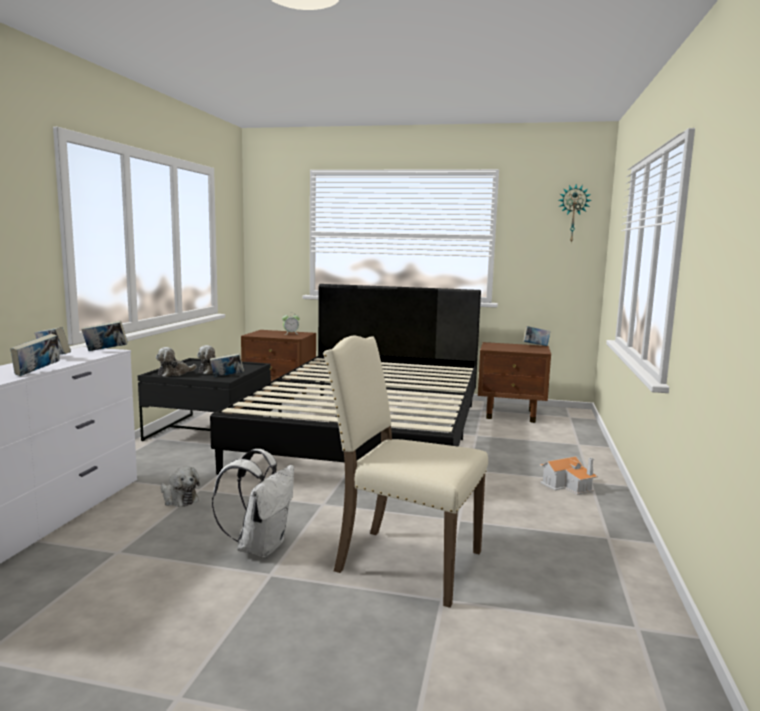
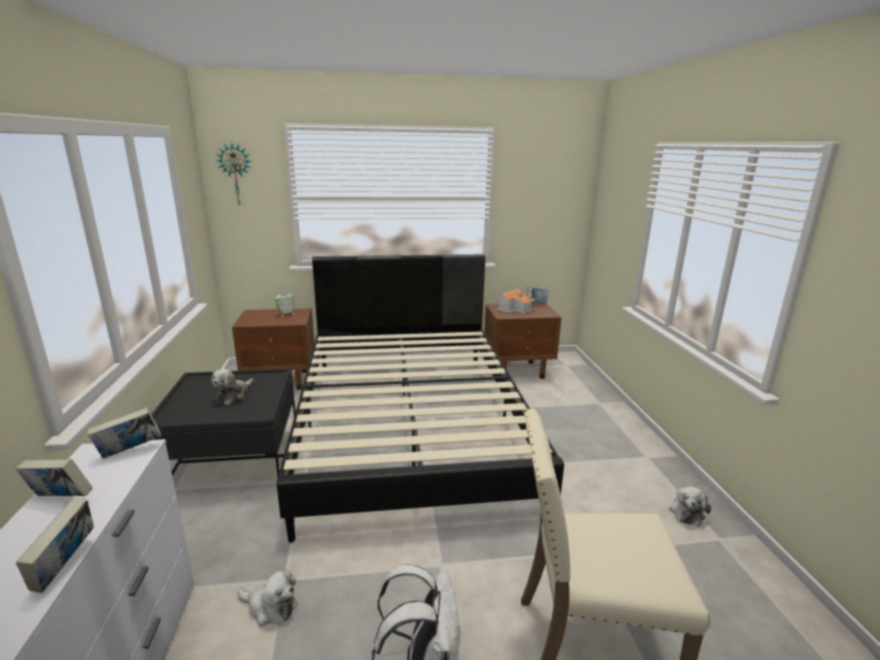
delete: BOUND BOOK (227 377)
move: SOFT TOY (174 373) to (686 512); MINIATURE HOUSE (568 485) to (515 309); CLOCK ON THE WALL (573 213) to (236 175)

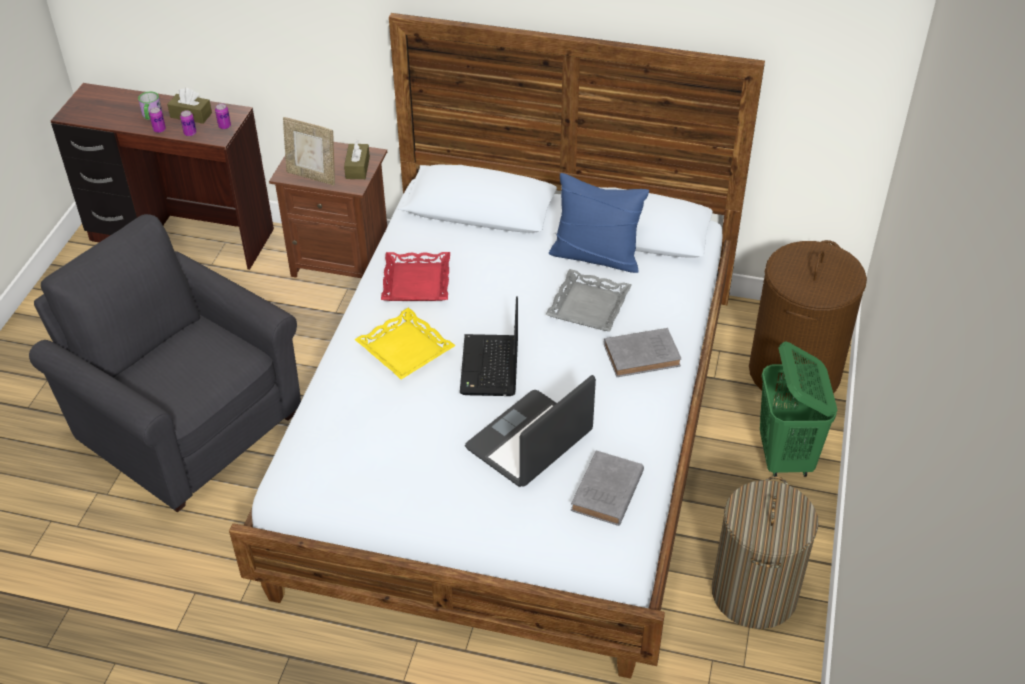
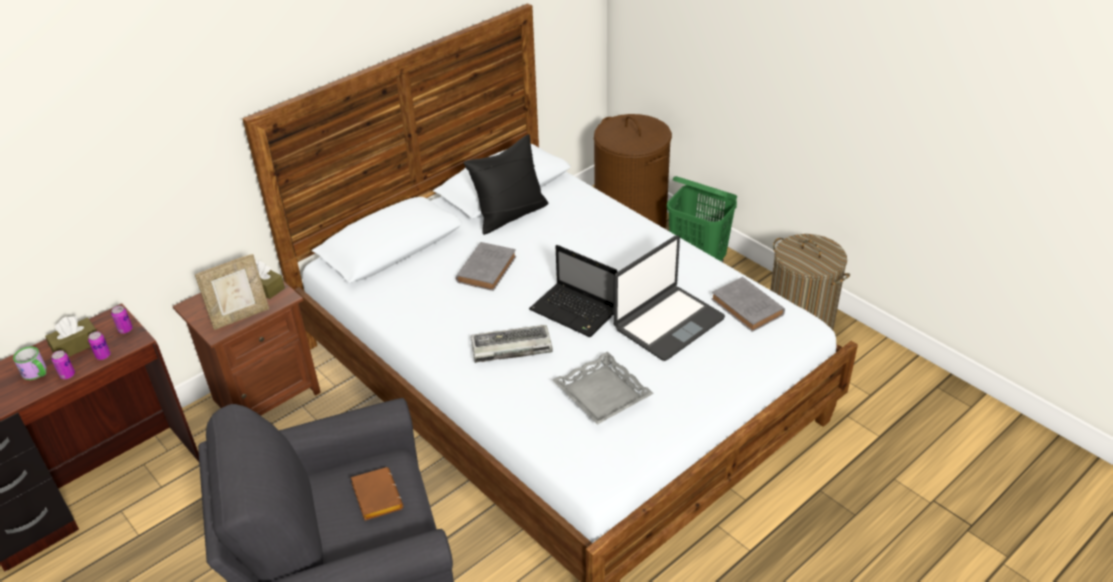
delete: REDDISH SERVING TRAY (417 282)
insert: BROWN-COLOURED BOUND BOOK (375 496)
move: GREYISH SERVING TRAY (588 306) to (601 394); GREYISH BOUND BOOK (643 355) to (487 268)
replace: YELLOW-COLOURED SERVING TRAY (404 349) to KEYBOARD (510 348)
recolor: BLUE-COLOURED PILLOW (596 256) to BLACK-COLOURED PILLOW (510 215)
rotate: LAPTOP (530 441) = (668 323) 120 degrees counterclockwise

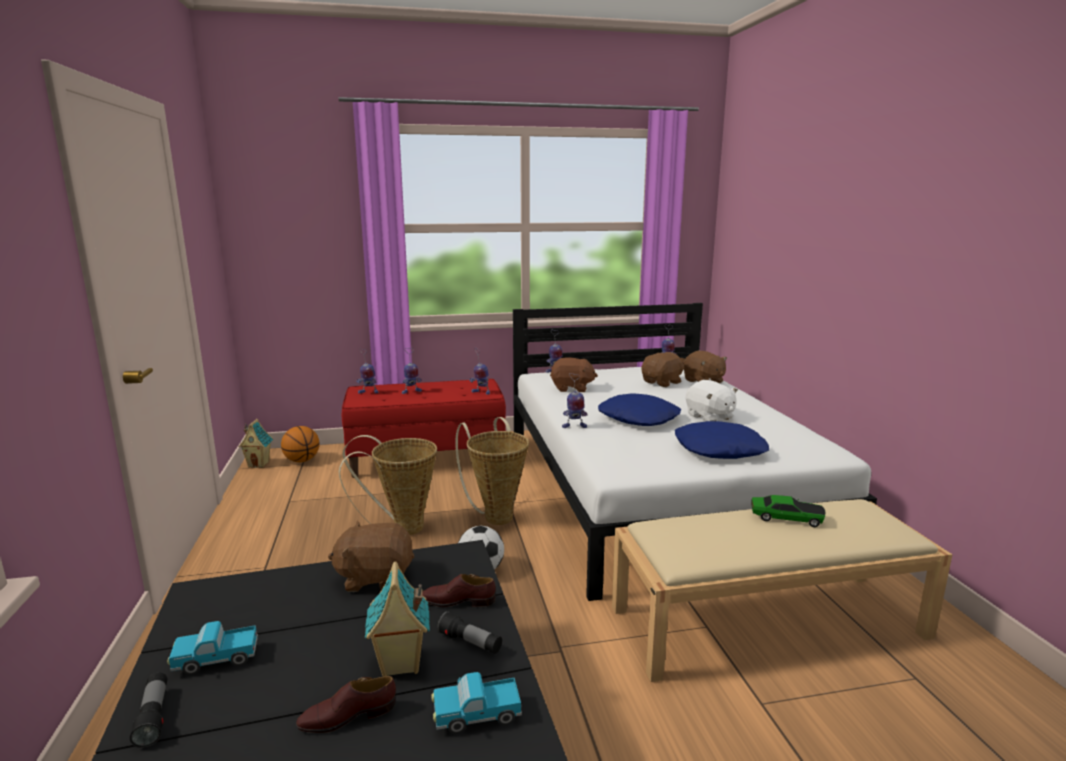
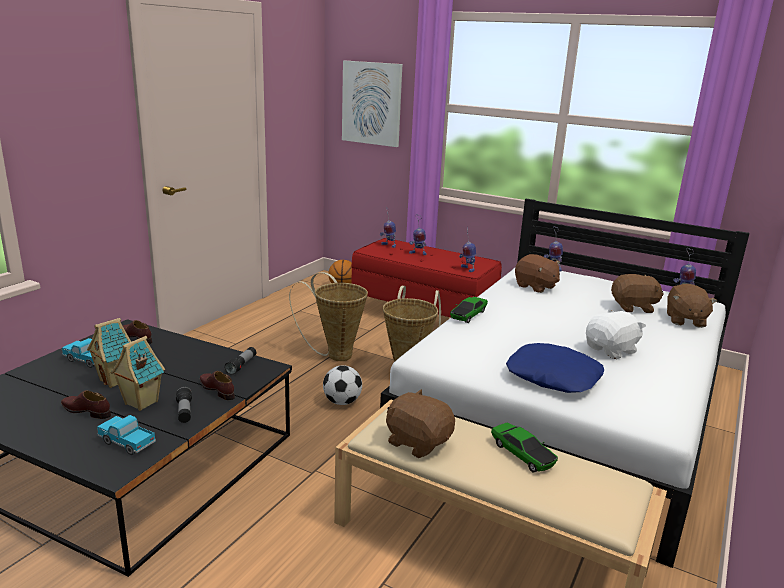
delete: BLUE-COLOURED PILLOW (639 418)
insert: BROWN-COLOURED LOW SHOE (136 337); WALL ART (372 103)
move: FLASHLIGHT (153 717) to (241 365); MINIATURE HOUSE (259 464) to (116 380); BROWN-COLOURED SOFT TOY (375 577) to (418 442)
replace: MODEL ROBOT (574 426) to MINIATURE CAR (468 315)
rotate: WHITE-COLOURED SOFT TOY (709 417) = (611 350) 135 degrees counterclockwise

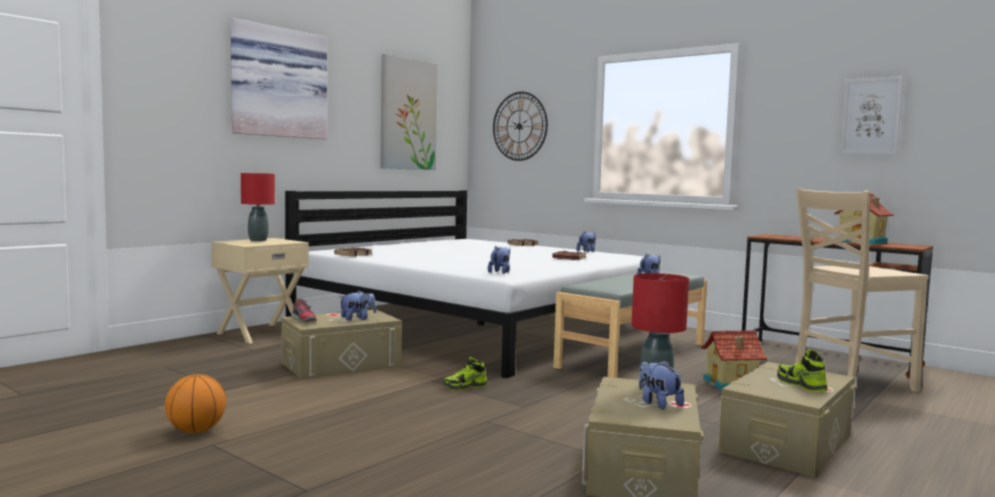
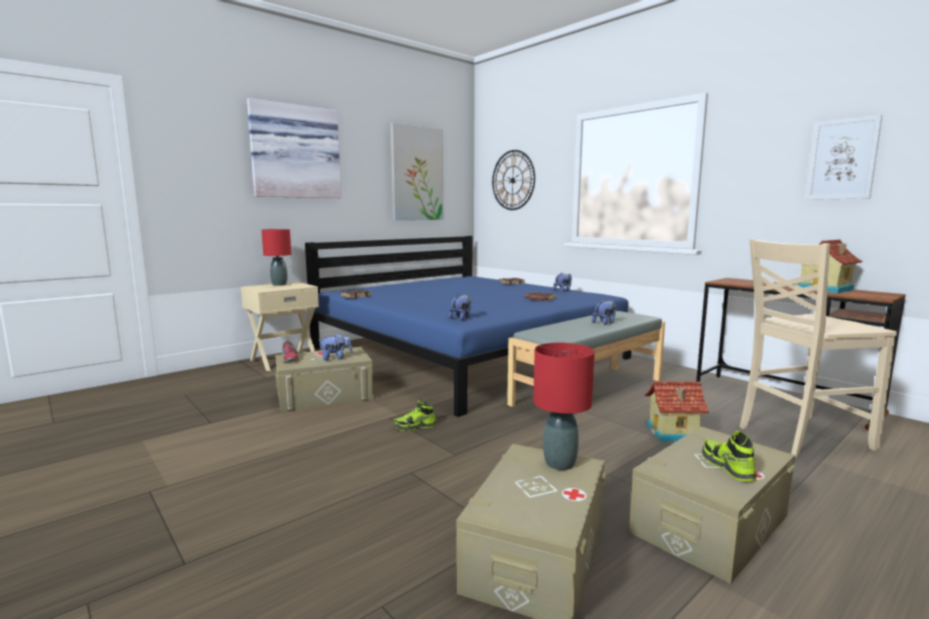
delete: BASKETBALL (196 430); SOFT TOY (658 403)
recolor: WHITE-COLOURED BED (478 324) to BLUE-COLOURED BED (466 353)

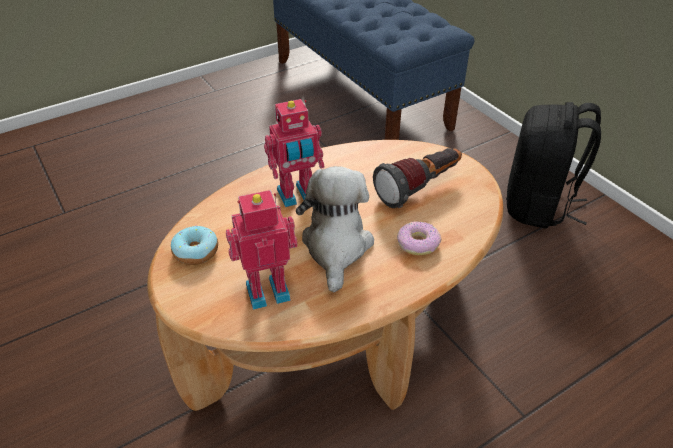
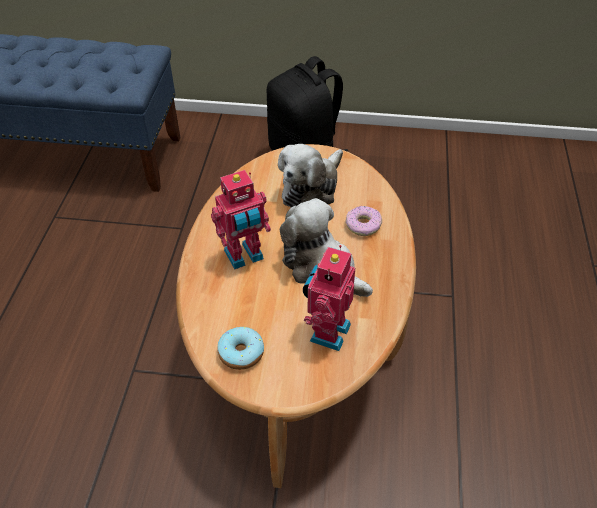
replace: FLASHLIGHT (420 188) to SOFT TOY (311 189)
rotate: MODEL ROBOT (297 196) = (244 256) 45 degrees clockwise

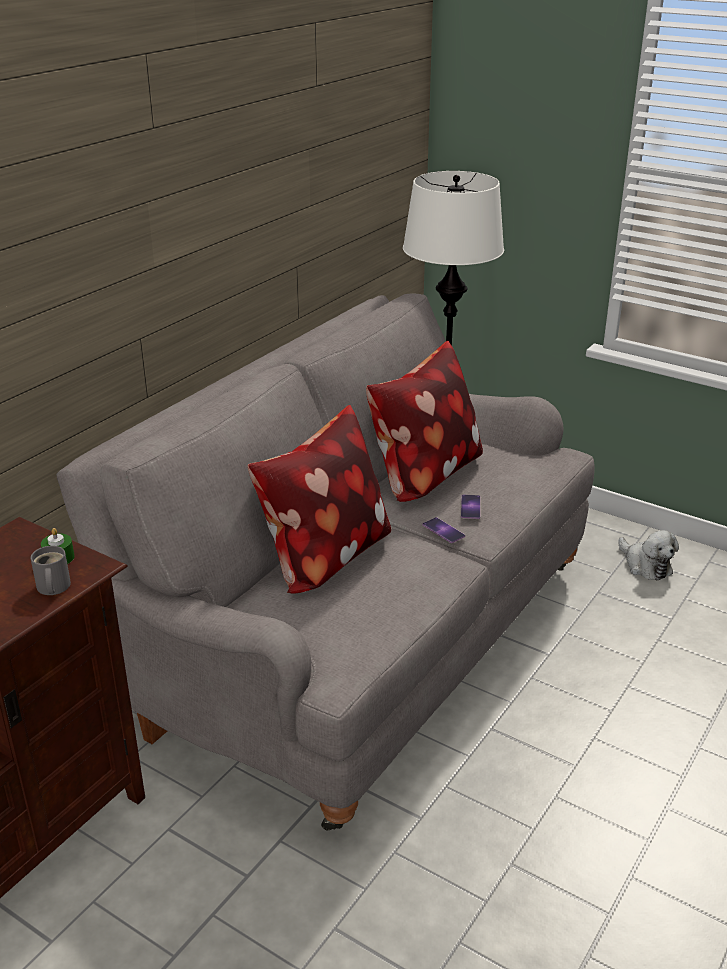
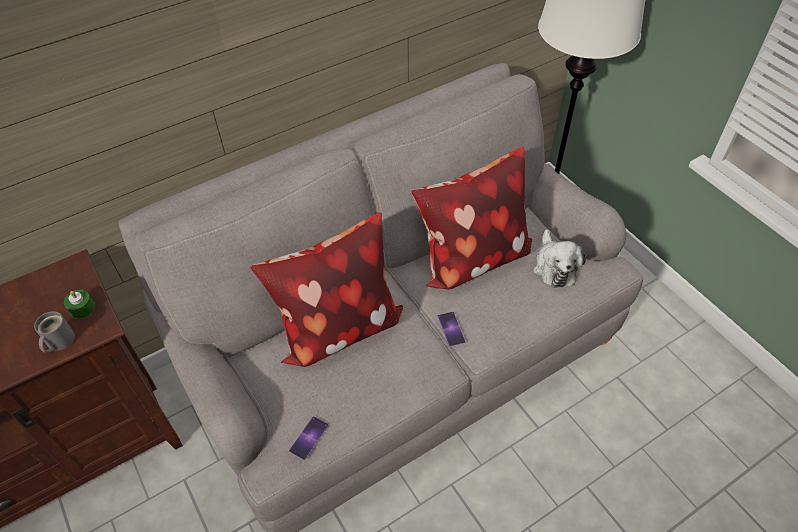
move: TELEPHONE (470 507) to (309 438); SOFT TOY (645 565) to (554 266)

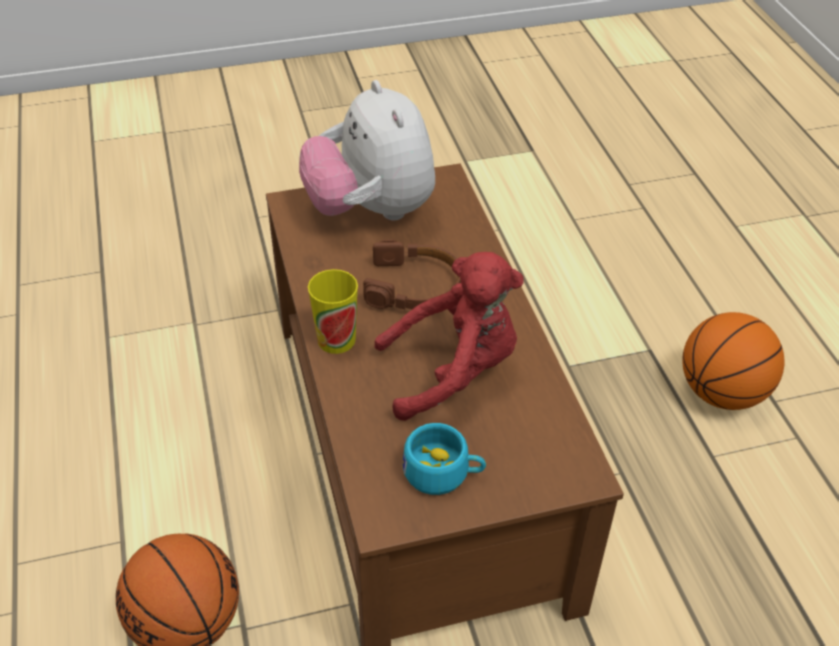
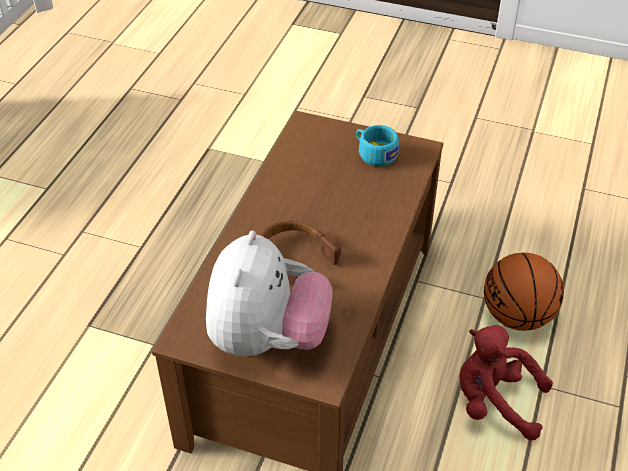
delete: SMALL CUP (336 339); BASKETBALL (722 392)
move: REDDISH SOFT TOY (454 371) to (494 402)

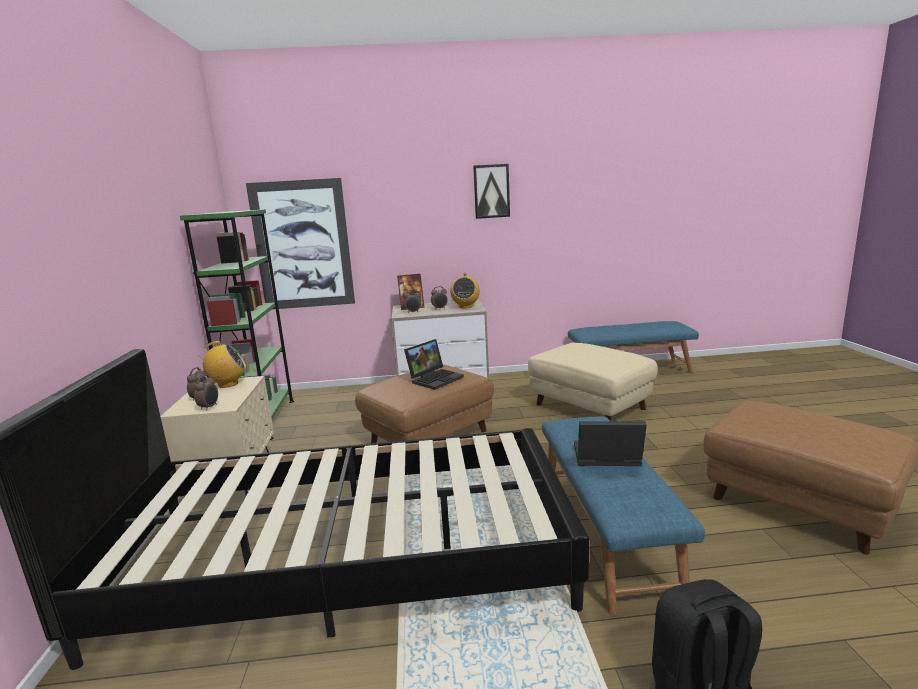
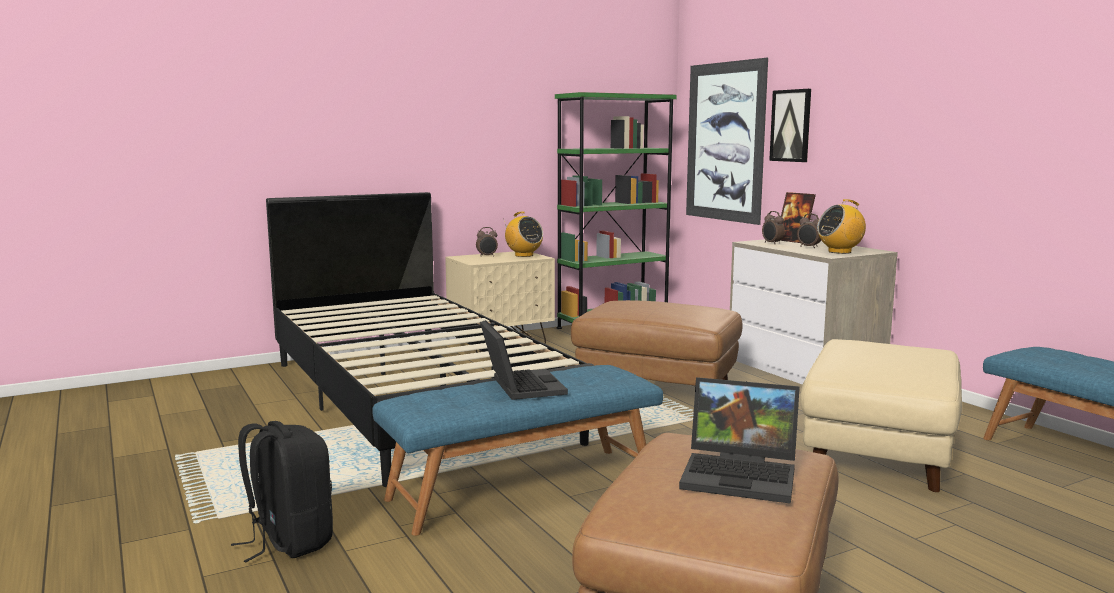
delete: TABLE CLOCK (209 407)
move: LAPTOP (435 378) to (742 475); WALL ART (491 191) to (791 125)

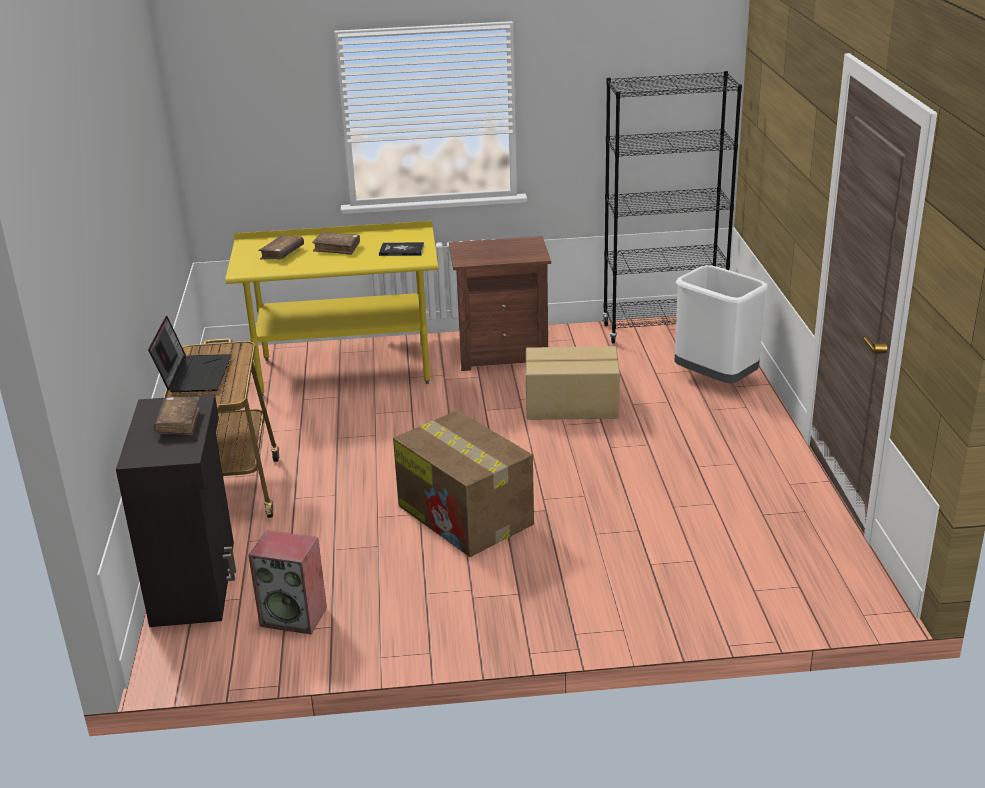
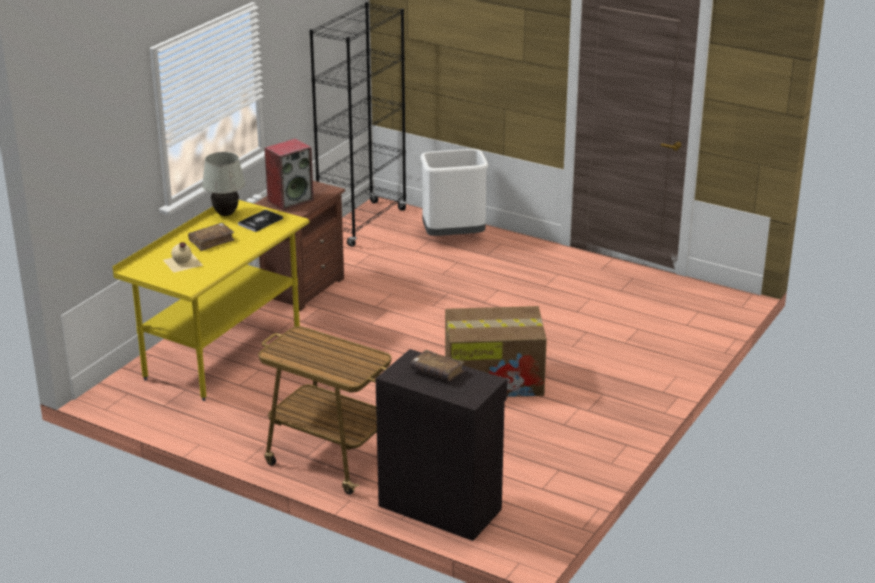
delete: LAPTOP (194 374); CARTON (572 405)
insert: WHITE-COLOURED TABLE LAMP (225 214)
move: AUDIO SPEAKER (294 616) to (290 200)
replace: BROWN-COLOURED BOUND BOOK (282 253) to BEIGE-COLOURED BOTTLE (182 263)

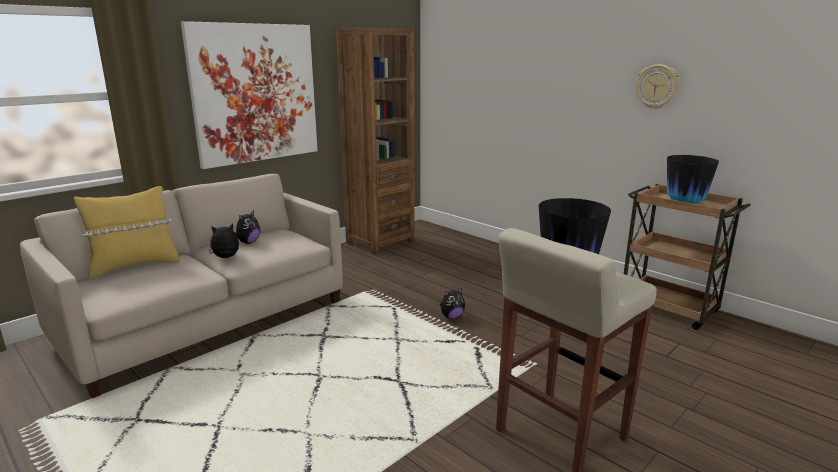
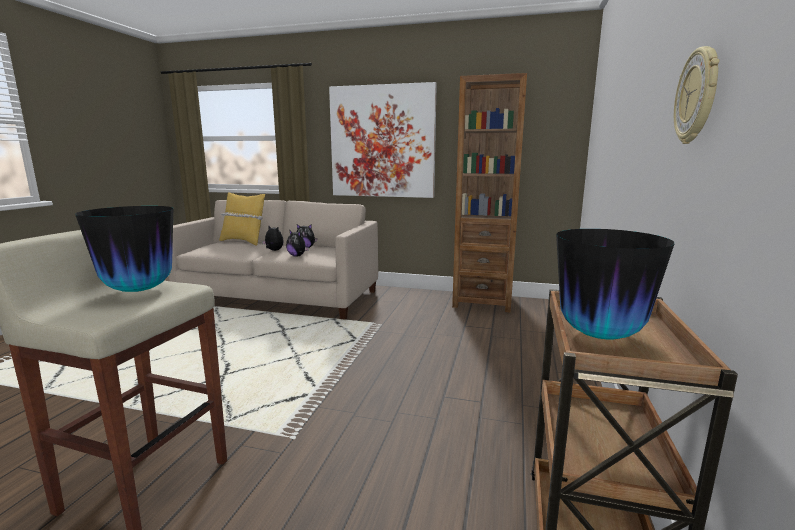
move: SOFT TOY (452 317) to (297 256)

